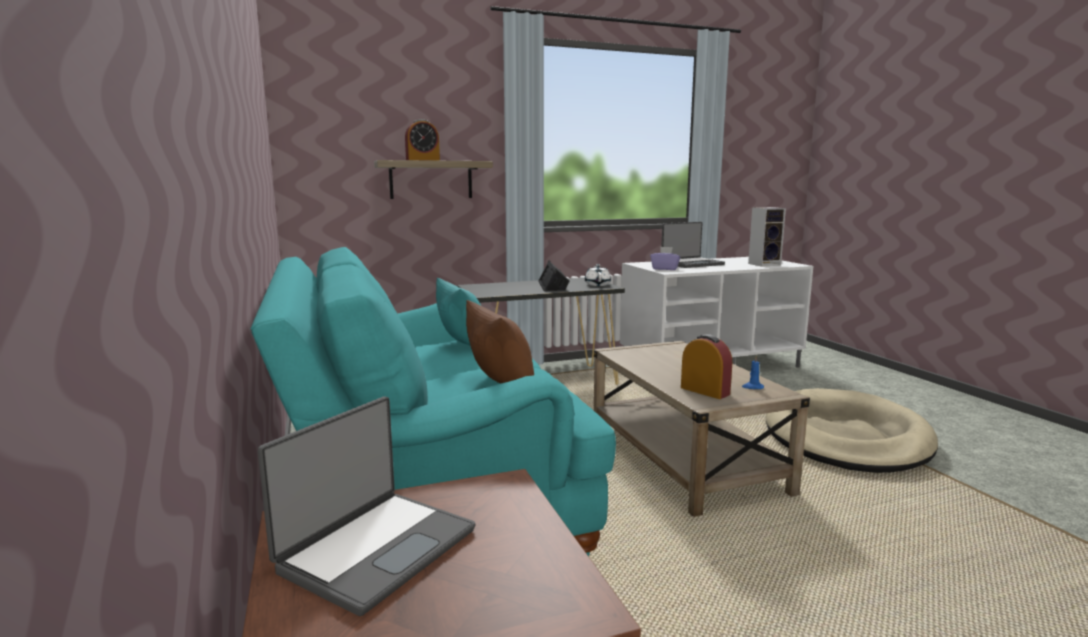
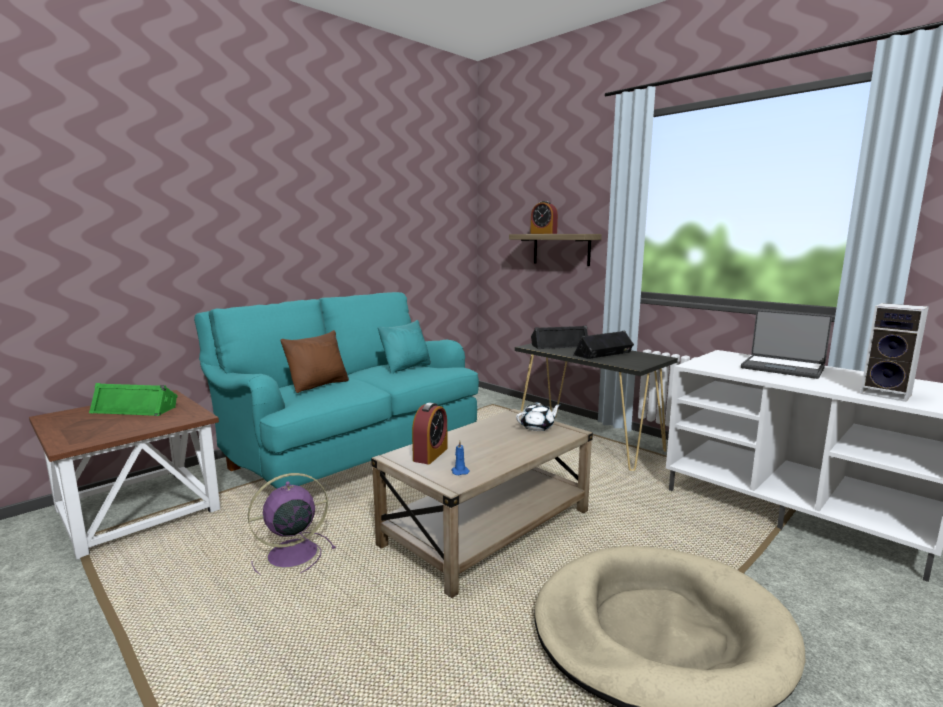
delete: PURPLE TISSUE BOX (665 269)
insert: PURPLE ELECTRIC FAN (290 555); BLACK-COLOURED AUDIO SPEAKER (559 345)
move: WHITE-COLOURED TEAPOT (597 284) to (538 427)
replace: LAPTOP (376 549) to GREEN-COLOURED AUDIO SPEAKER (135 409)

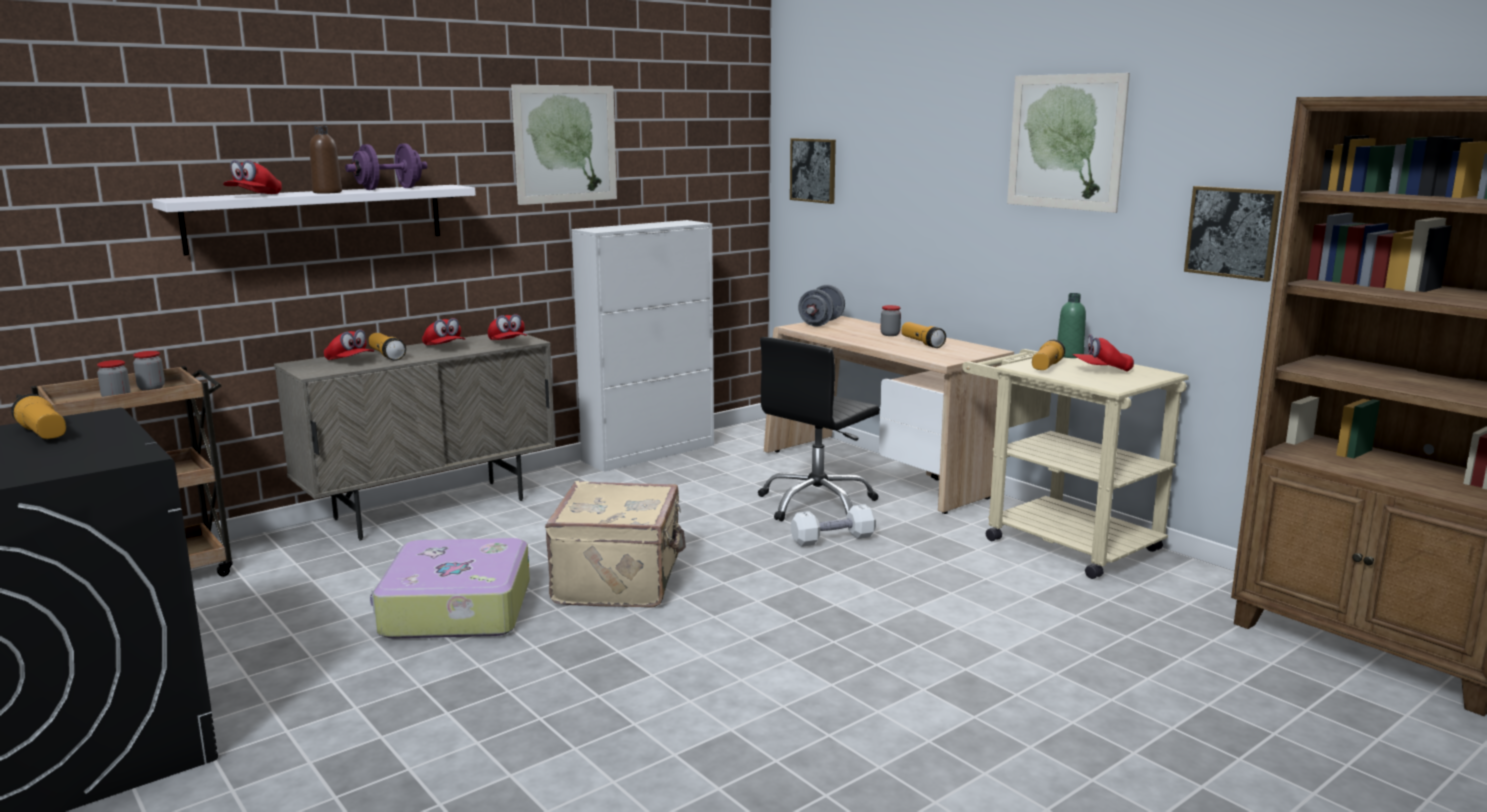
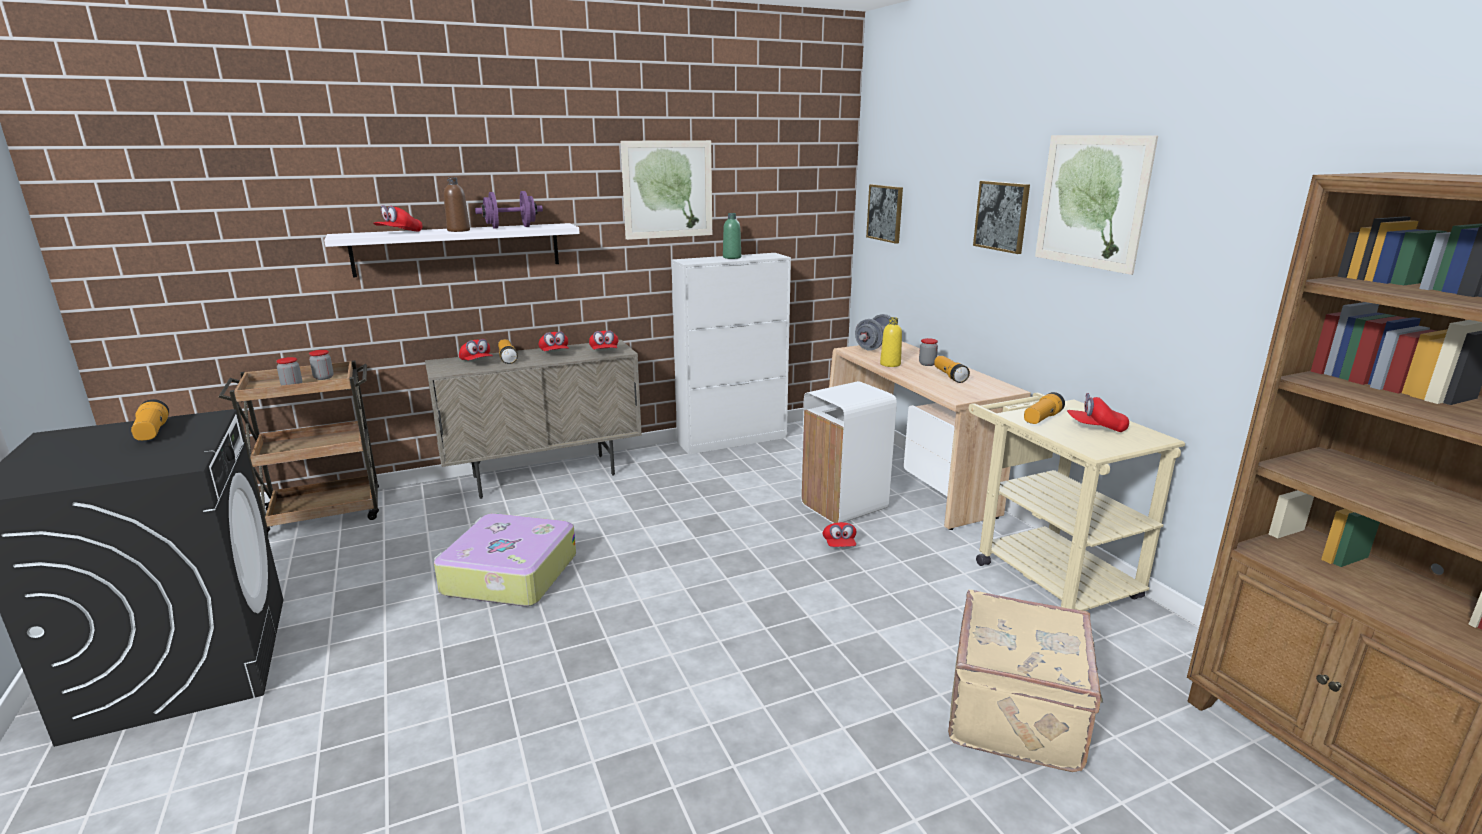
insert: YELLOW-COLOURED BOTTLE (890 364)
move: BEIGE-COLOURED SUITCASE (620 581) to (1018 714); GREEN-COLOURED BOTTLE (1069 355) to (732 257); WALL ART (1232 232) to (1001 216)
replace: BLACK-COLOURED DESK CHAIR (817 504) to WHITE-COLOURED WASTE BIN (843 506); WHITE-COLOURED FREE WEIGHT (833 539) to REDDISH PEAKED CAP (839 545)

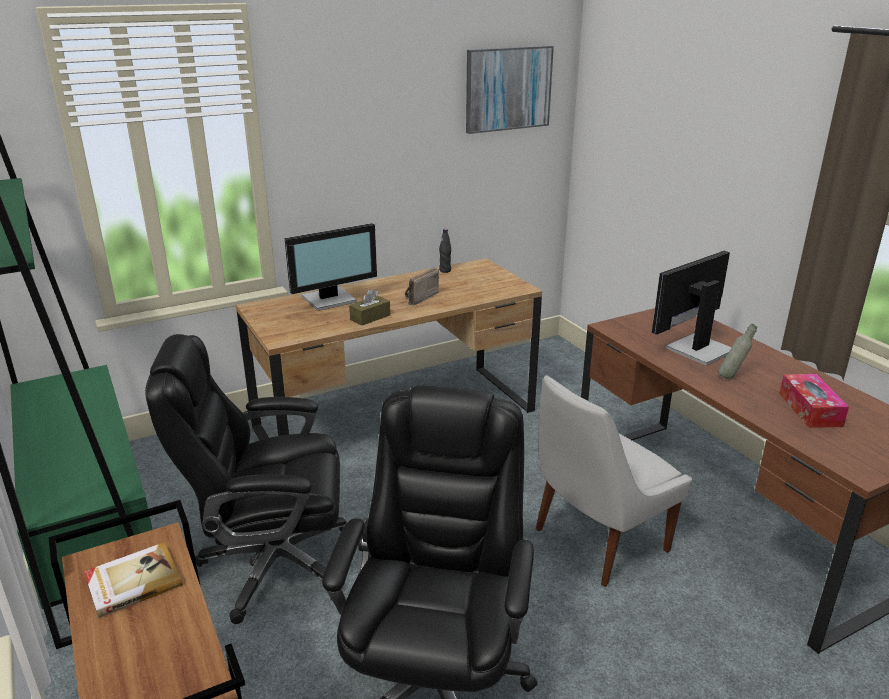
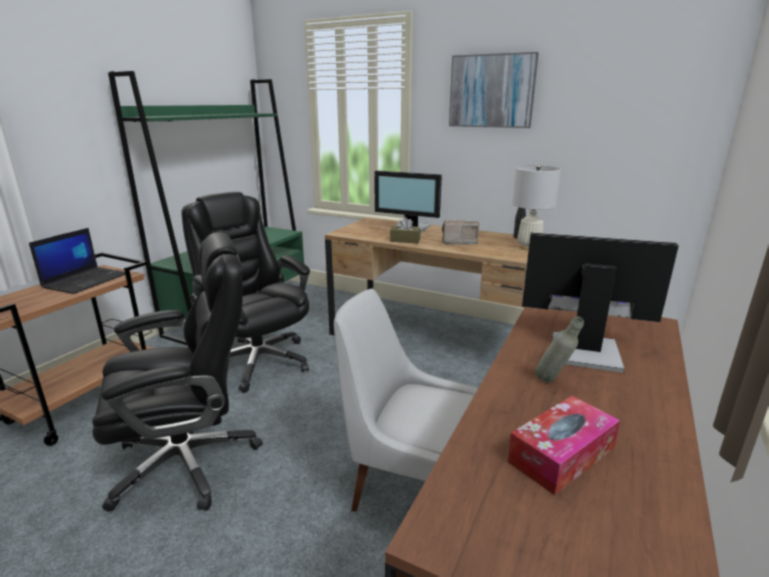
insert: WHITE-COLOURED TABLE LAMP (528 247)
move: WALL ART (508 89) to (491 91)
replace: BOUND BOOK (133 581) to LAPTOP (86 280)

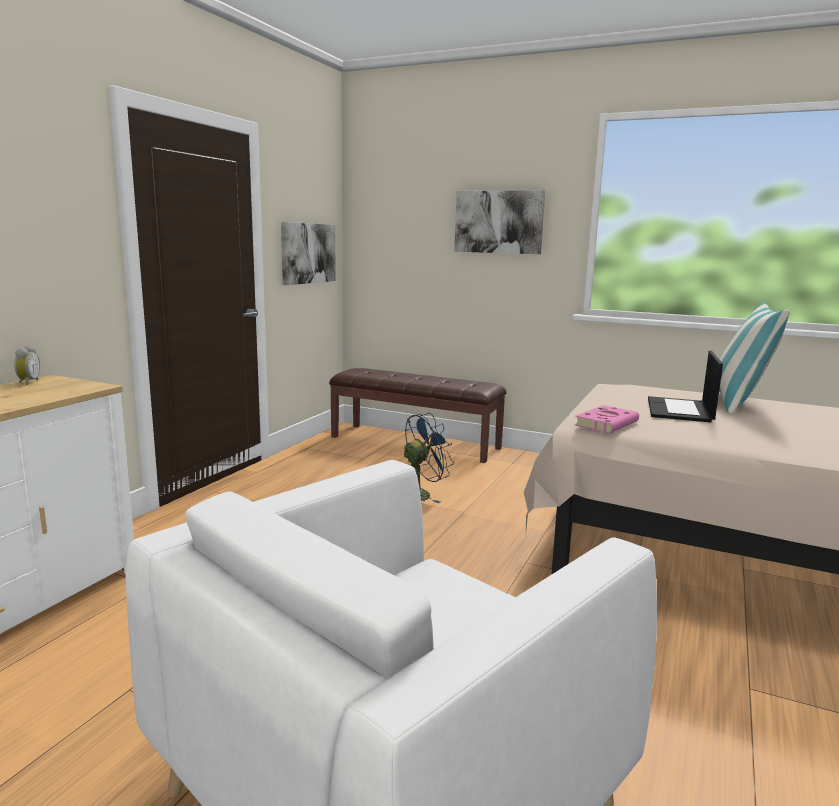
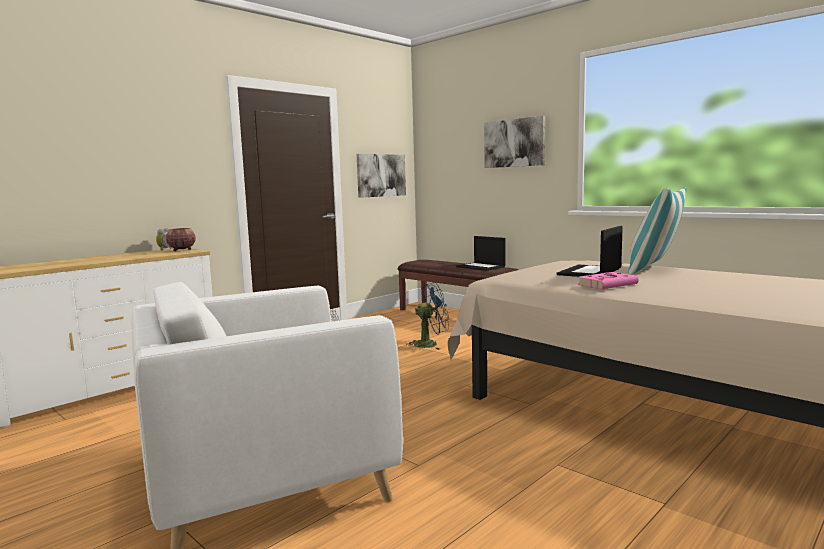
insert: SERVING BOWL (181 250); LAPTOP (481 267)
move: PINKISH BOUND BOOK (607 423) to (608 284)

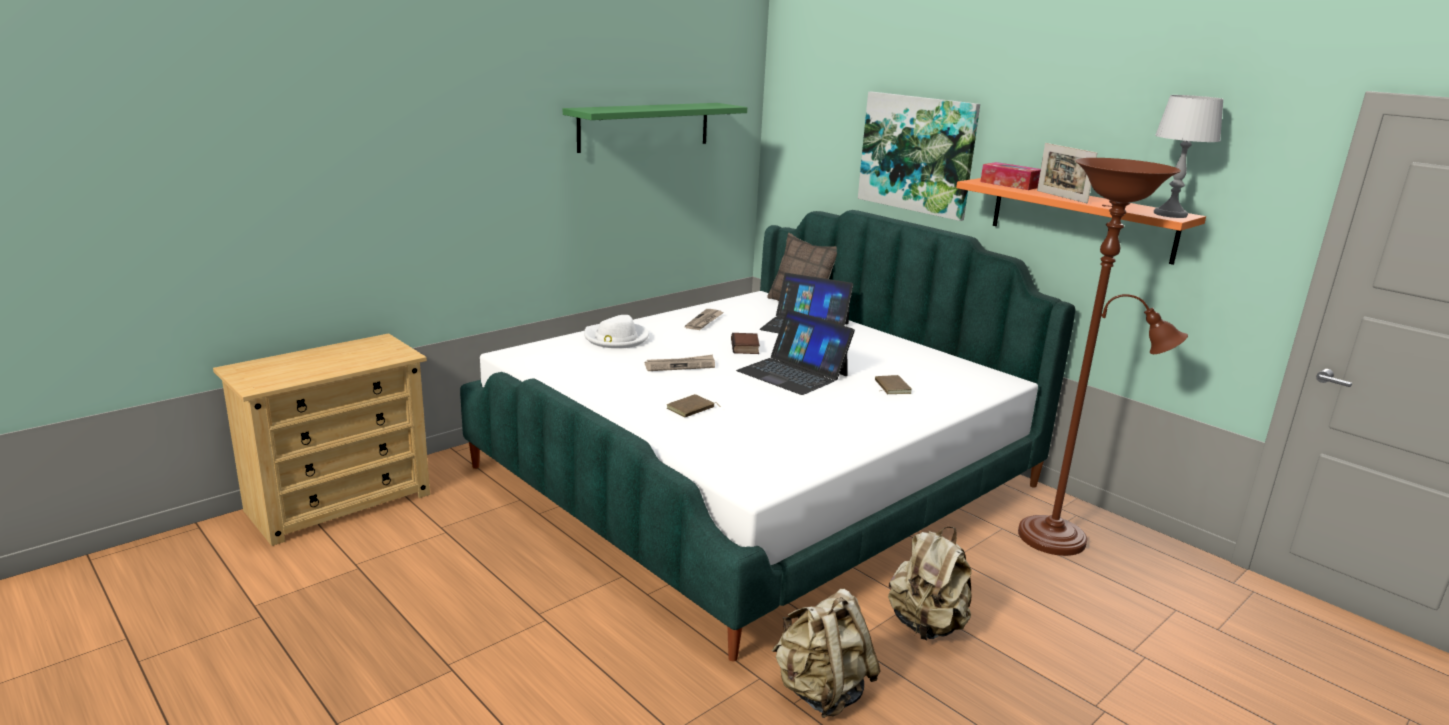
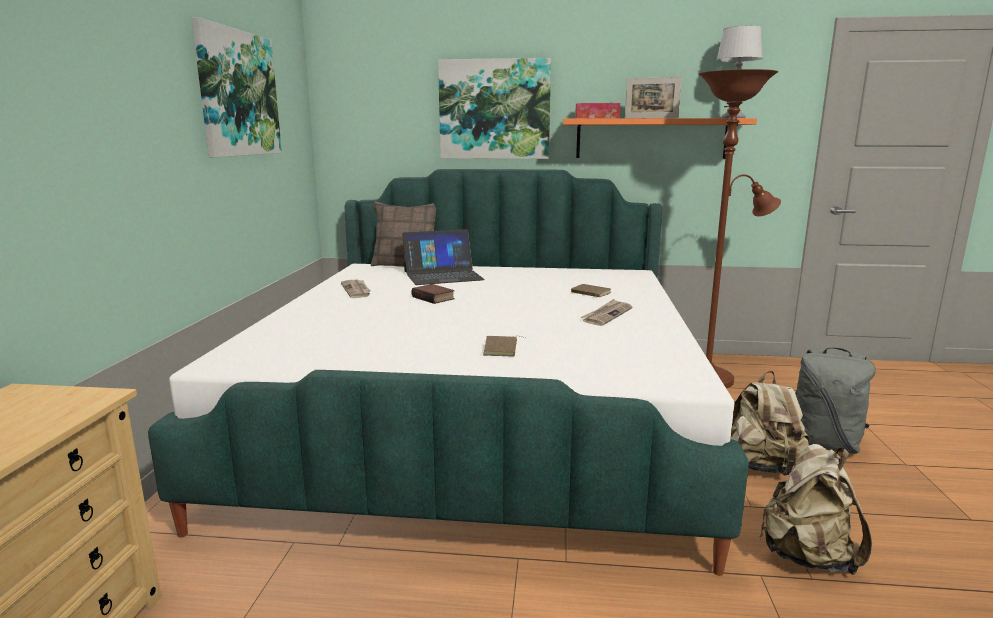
delete: WHITE-COLOURED WEARABLE HAT (616 338); LAPTOP (793 373)
insert: GREYISH RUCKSACK (824 444)
move: PRINTED PAPER (680 365) to (607 315)
replace: GREEN-COLOURED BRACKET SHELF (645 126) to WALL ART (238 94)

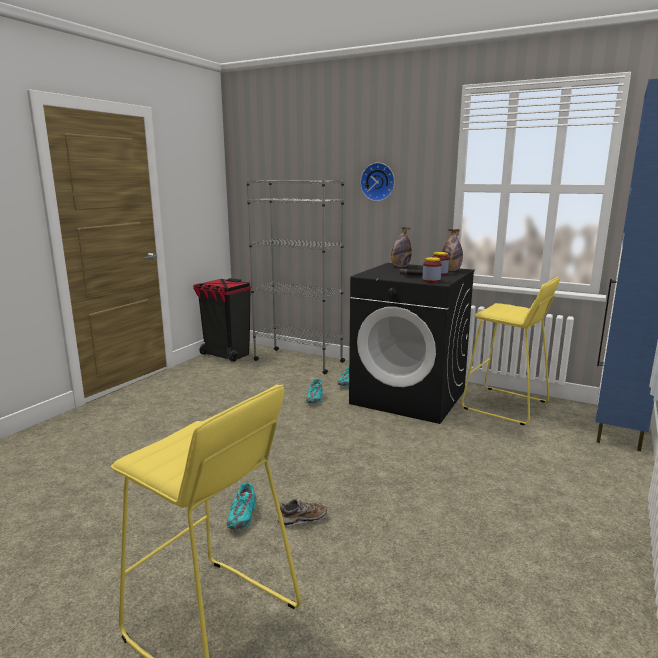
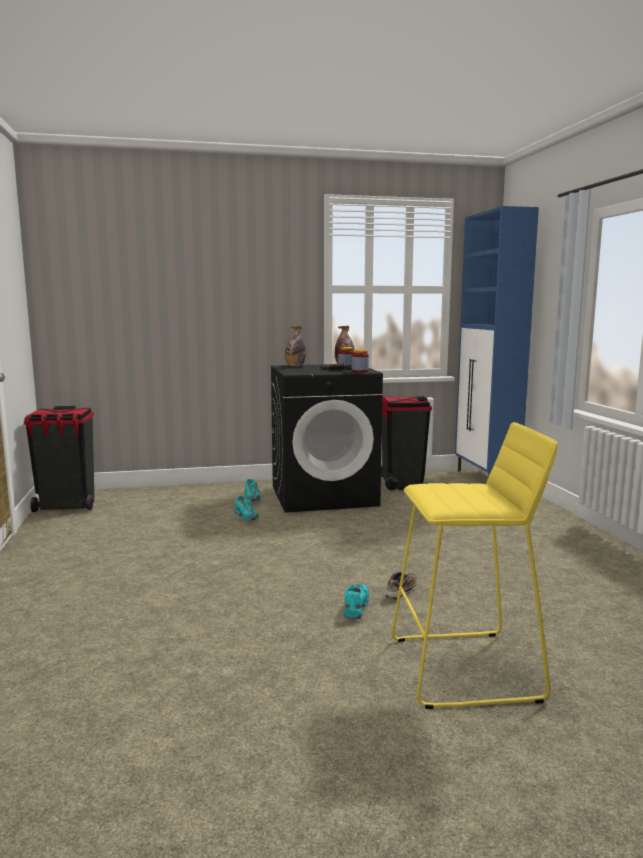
delete: GREYISH BOOKCASE (298 361); CLOCK ON THE WALL (378 182)
replace: YELLOW-COLOURED SITTING STOOL (505 405) to BLACK-COLOURED WASTE BIN (401 484)
rotate: TURQUOISE-COLOURED LOW SHOE (242 516) = (356 608) 135 degrees counterclockwise

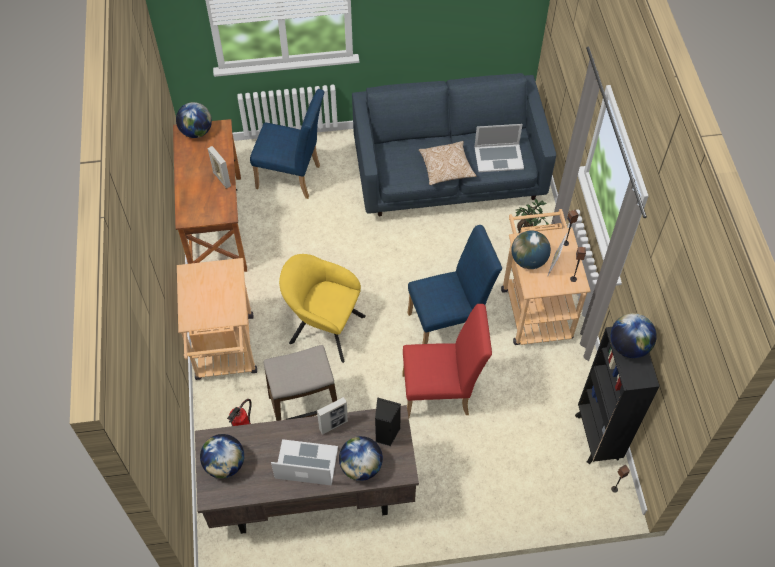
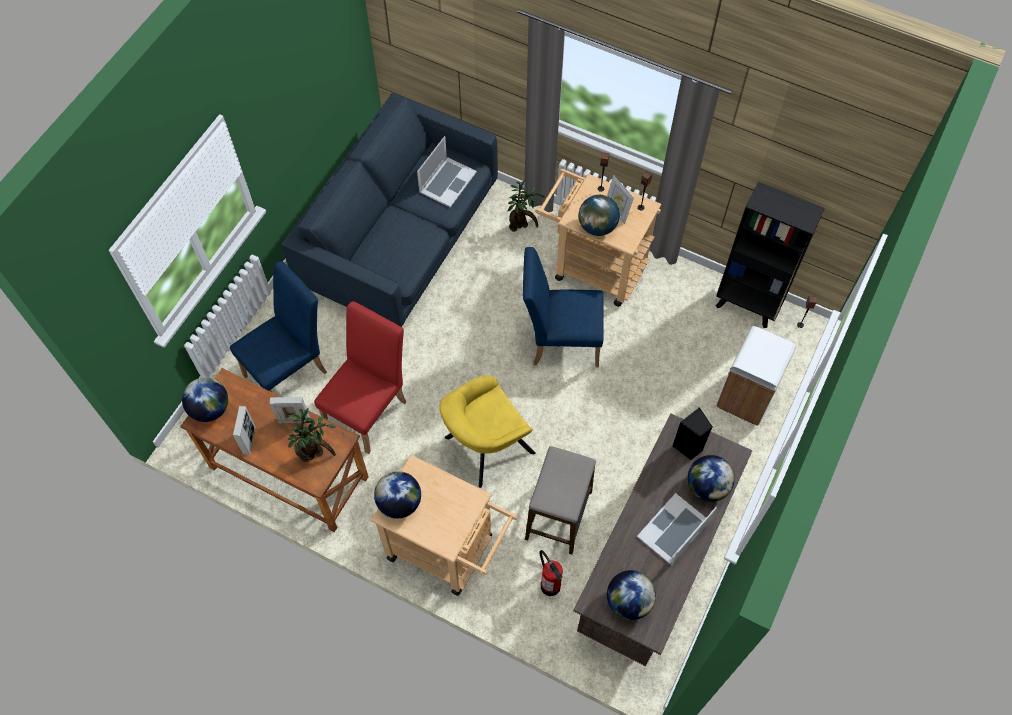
delete: PILLOW (446 169)
insert: HOUSEPLANT (315 454); WHITE-COLOURED WASTE BIN (745 397)
move: STANDING FRAME (333 425) to (249 440); REDDISH UPRIGHT CHAIR (441 394) to (370 409); GLOBE (628 346) to (399 502)
rotate: BLUE-COLOURED UPRIGHT CHAIR (449 323) = (559 342) 105 degrees counterclockwise

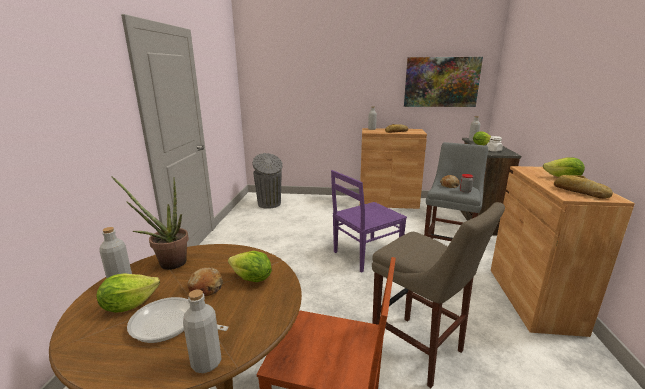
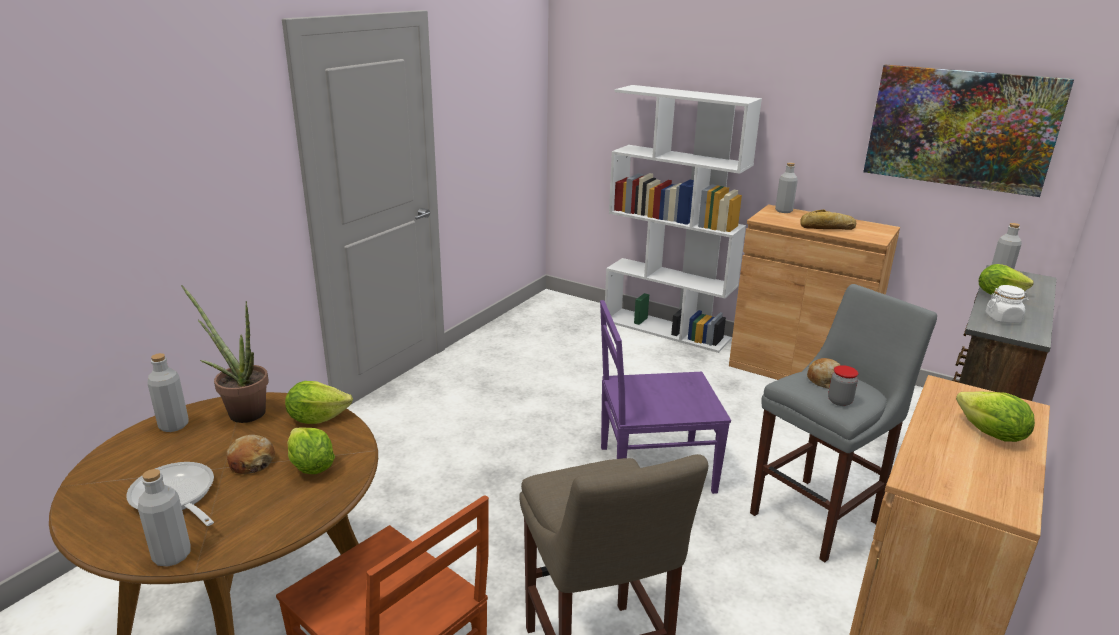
delete: GREYISH WASTE BIN (269 204); BAKED BREAD (579 192)
insert: WHITE-COLOURED BOOKCASE (667 330)
move: HEAD OF LETTUCE (129 305) to (317 418)

